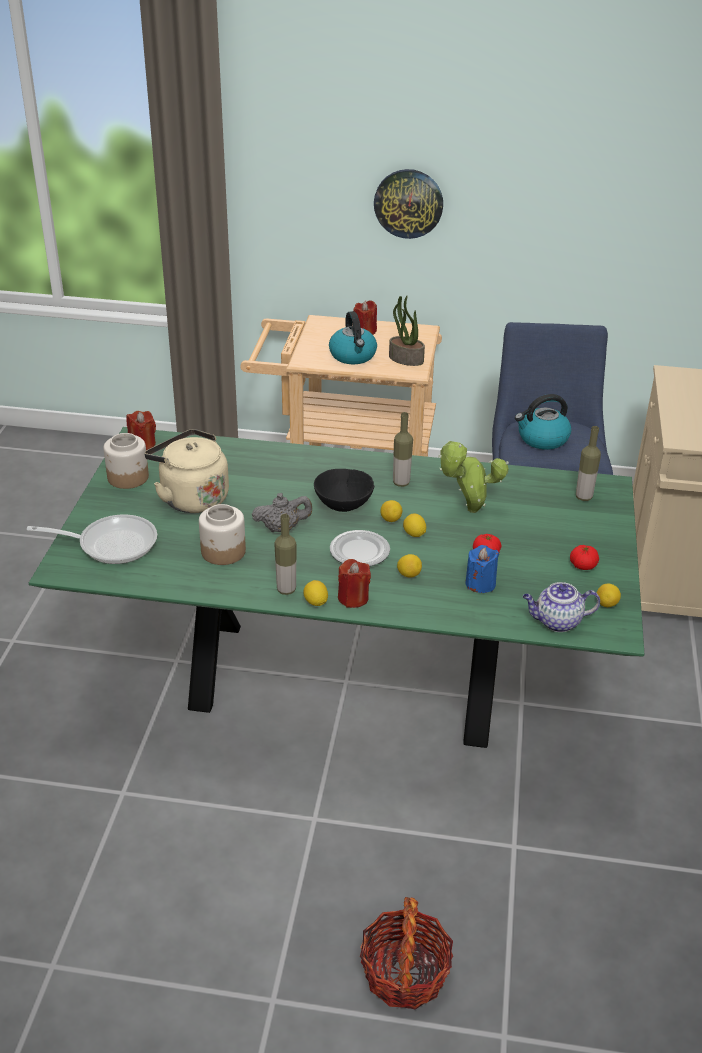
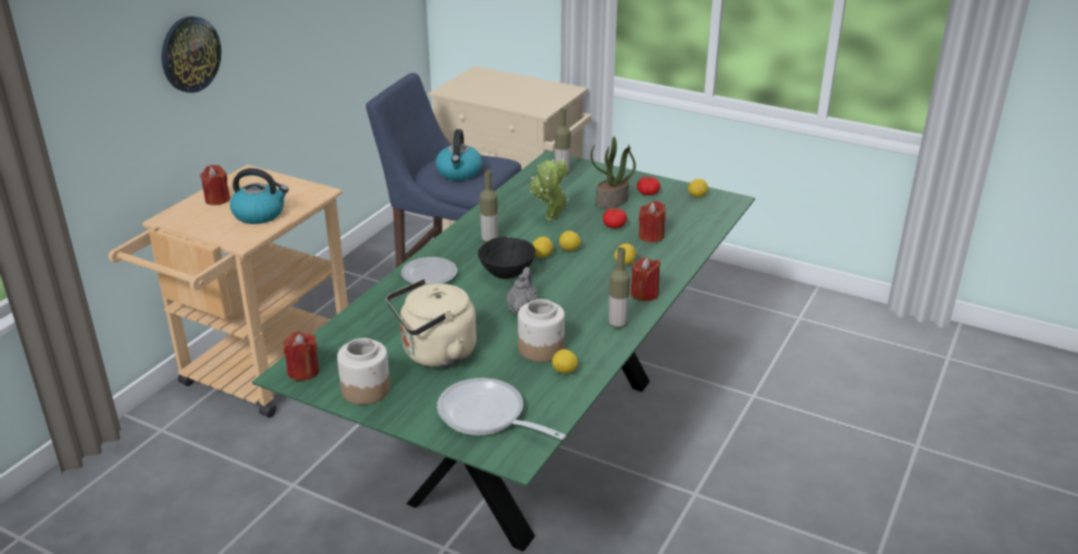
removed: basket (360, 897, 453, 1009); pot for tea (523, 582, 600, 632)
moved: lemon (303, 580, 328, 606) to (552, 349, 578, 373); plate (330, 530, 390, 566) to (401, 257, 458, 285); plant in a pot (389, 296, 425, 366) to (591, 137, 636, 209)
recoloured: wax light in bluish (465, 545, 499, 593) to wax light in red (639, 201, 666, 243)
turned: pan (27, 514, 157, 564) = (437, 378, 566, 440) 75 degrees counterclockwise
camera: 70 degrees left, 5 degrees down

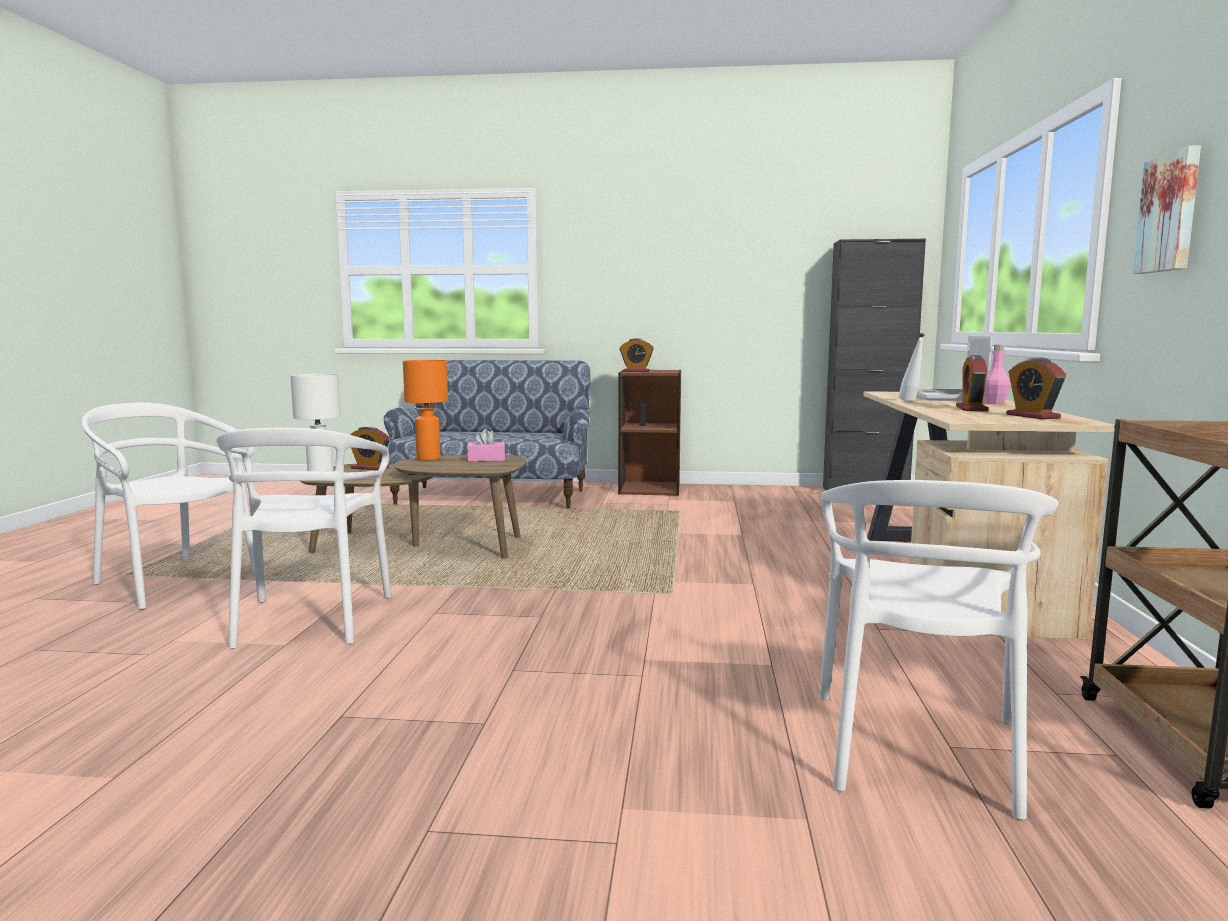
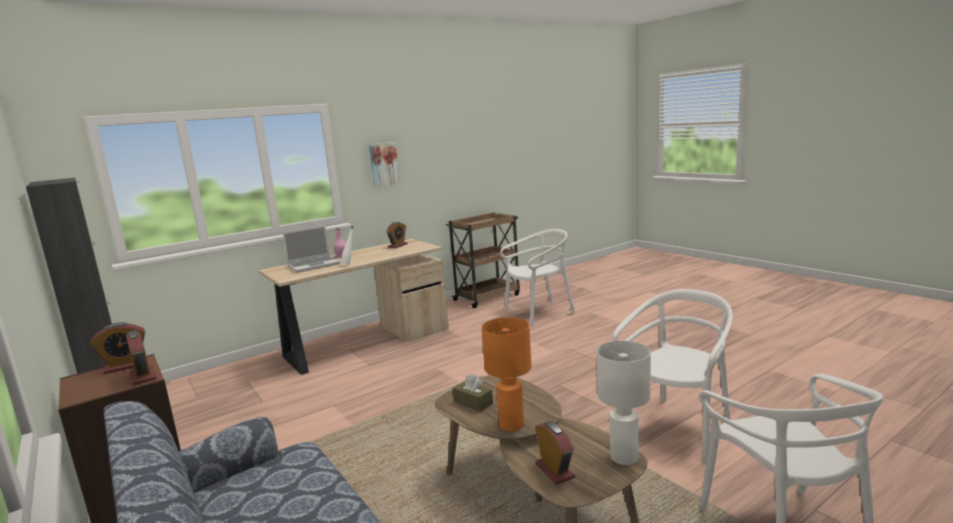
moved: table clock (956, 355, 989, 411) to (90, 322, 145, 374)
recoloured: tissue box in pinkish (467, 429, 505, 462) to tissue box in brown-coloured (453, 374, 493, 412)
camera: 130 degrees left, 5 degrees up

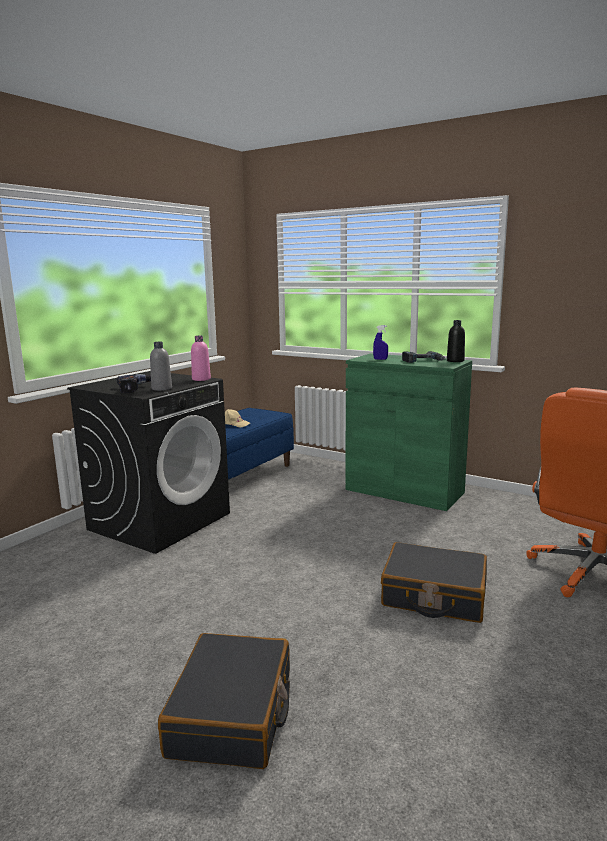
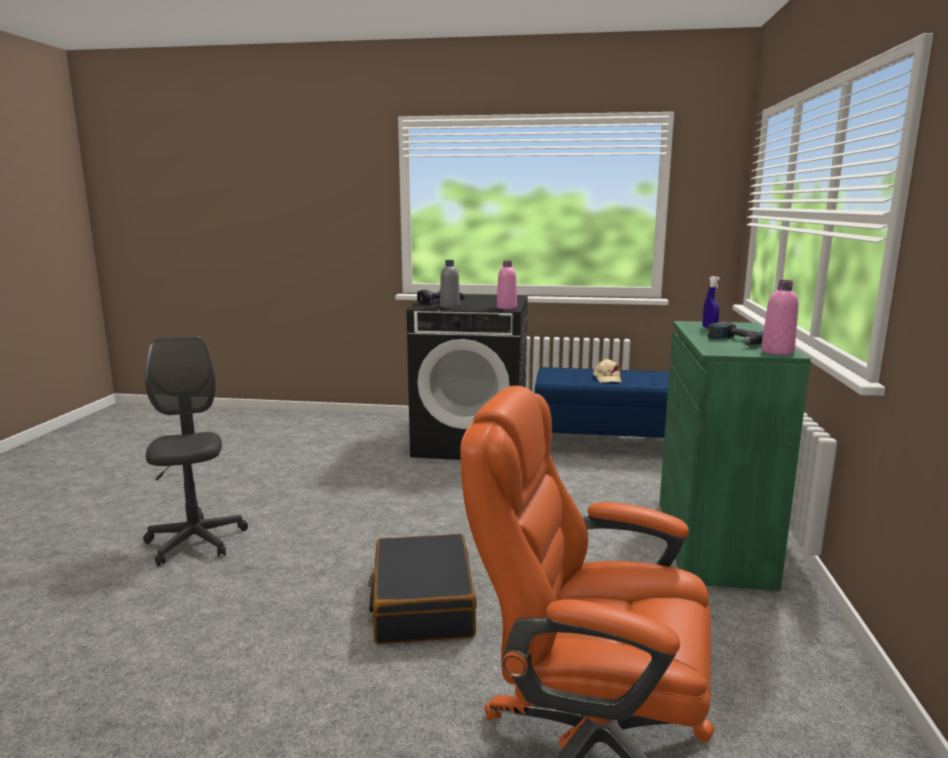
replaced: travel case in black-coloured (158, 633, 290, 769) to office chair in greyish (143, 336, 248, 566)
recoloured: drink bottle in black-coloured (447, 320, 465, 362) to drink bottle in pinkish (761, 280, 799, 355)
camera: 65 degrees right, 0 degrees up

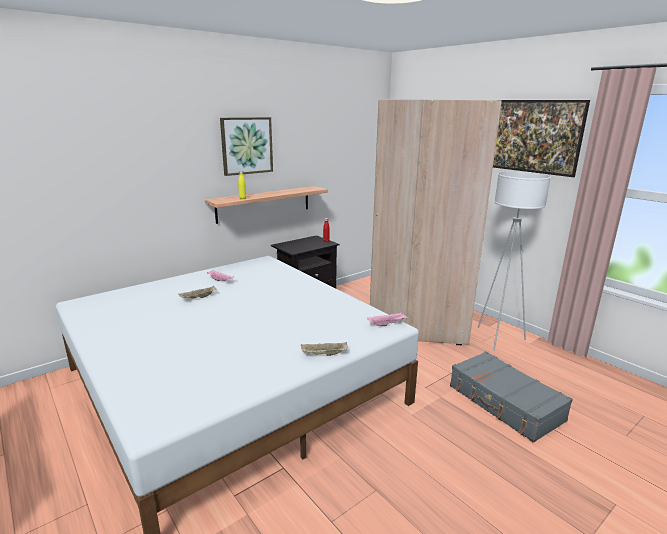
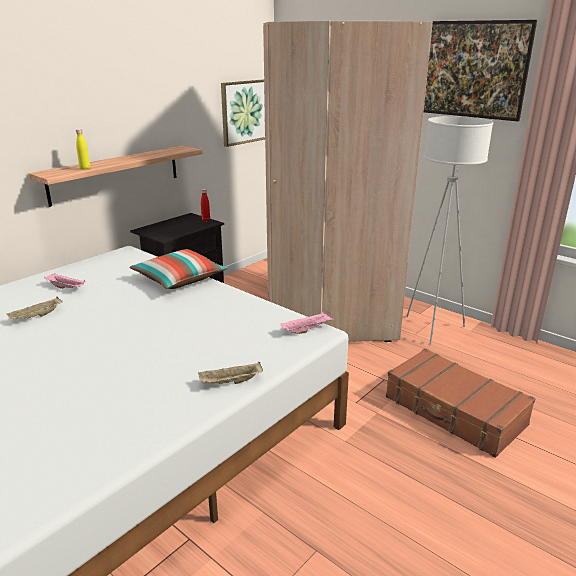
added: throw pillow (129, 249, 227, 289)
moved: wall picture (220, 117, 273, 176) to (221, 79, 265, 147)
recoloured: travel case in greyish (450, 351, 573, 443) to travel case in brown-coloured (386, 348, 535, 458)
camera: 10 degrees left, 5 degrees up

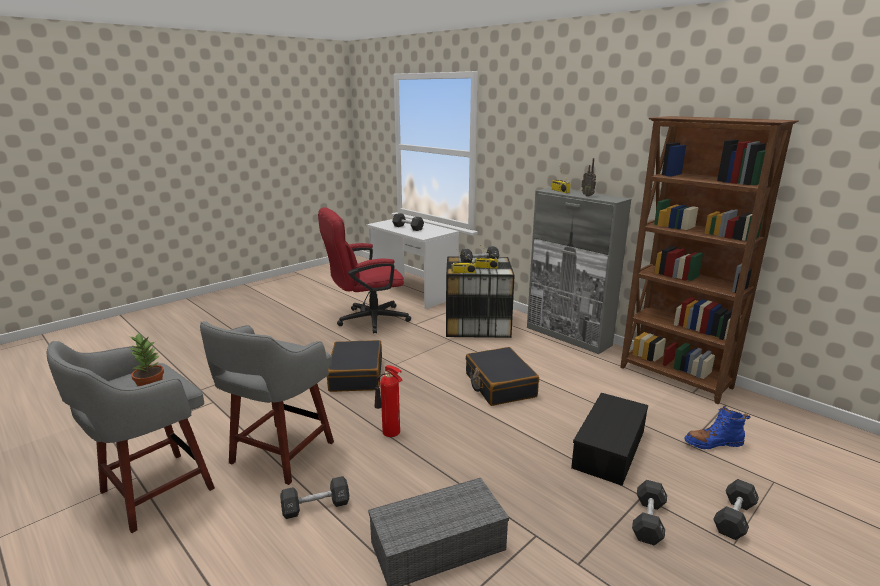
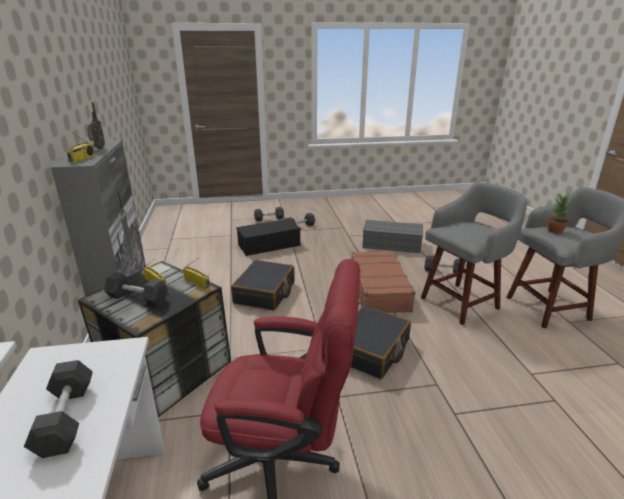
removed: bookcase in brown-coloured (620, 116, 799, 404); tall boot in bluish (684, 406, 750, 449)
replaced: extinguisher (374, 365, 403, 437) to travel case in brown-coloured (351, 251, 416, 313)
camera: 145 degrees left, 5 degrees up

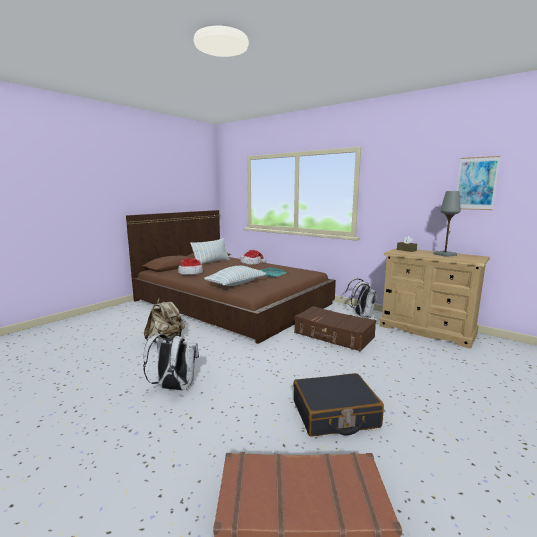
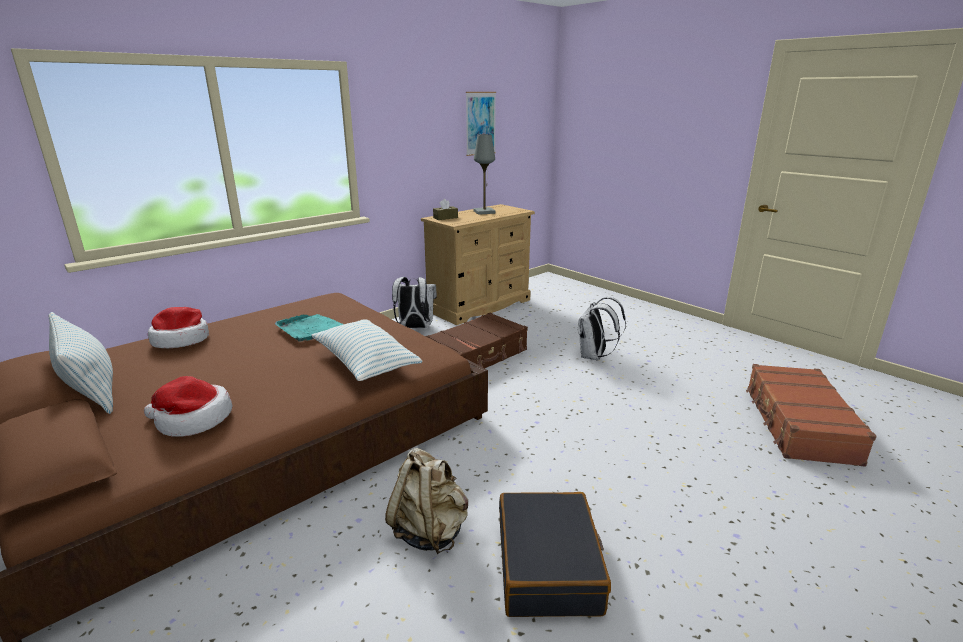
moved: rucksack in white (143, 334, 199, 391) to (578, 297, 626, 361); travel case in black-coloured (293, 373, 384, 437) to (499, 492, 611, 617)
camera: 80 degrees left, 10 degrees up

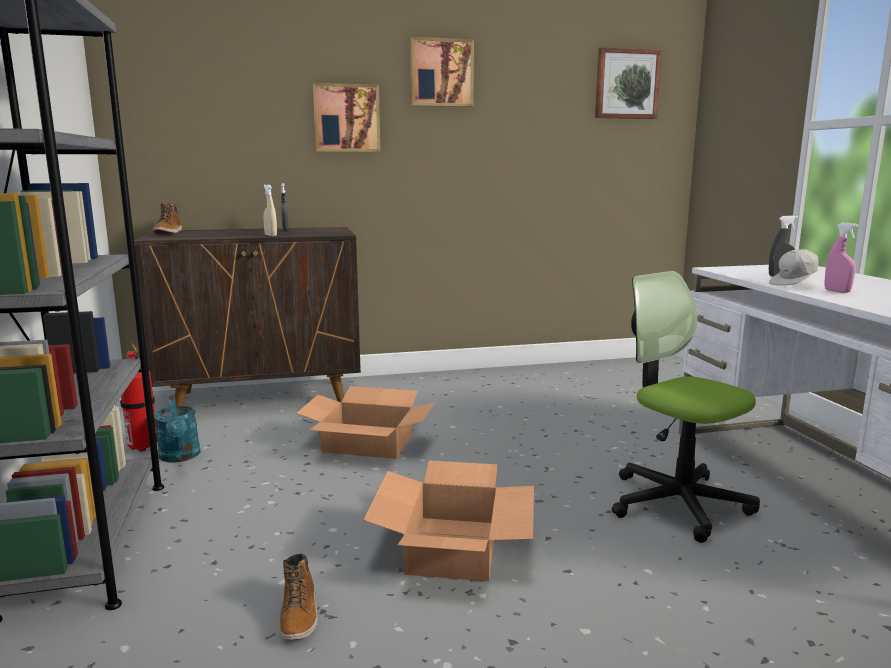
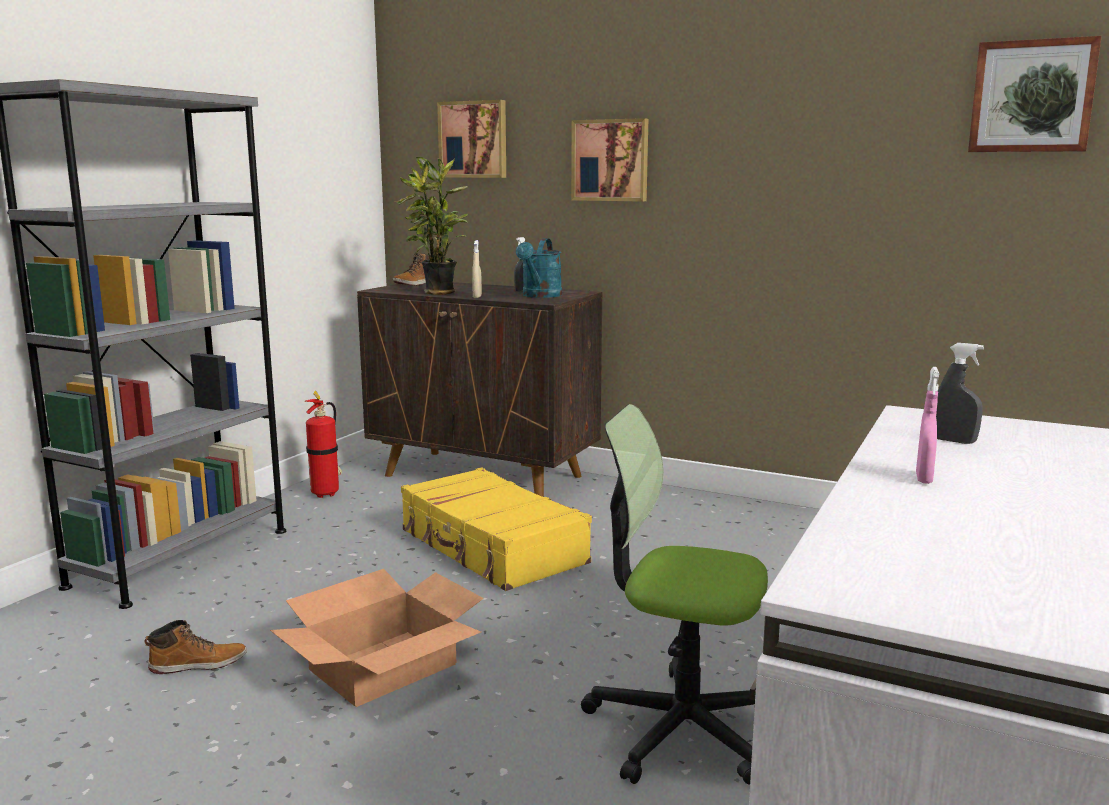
removed: cap in white (769, 249, 819, 286)
added: plant in a pot (395, 157, 469, 295)
moved: watering pot in blue-green (154, 395, 201, 462) to (516, 238, 562, 298); wall picture (410, 37, 474, 107) to (437, 100, 506, 178)
replaced: cardboard box (297, 386, 435, 459) to travel case in yellowish (401, 467, 592, 591)
turned: tall boot (280, 554, 318, 640) = (144, 620, 247, 674) 135 degrees counterclockwise; office chair (612, 271, 760, 543) = (581, 404, 768, 785) 75 degrees counterclockwise
camera: 40 degrees right, 0 degrees up

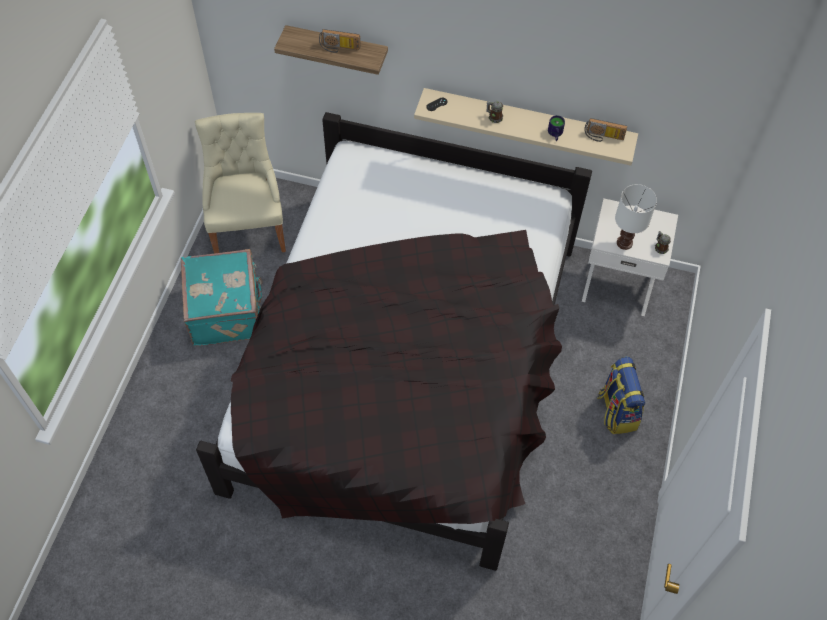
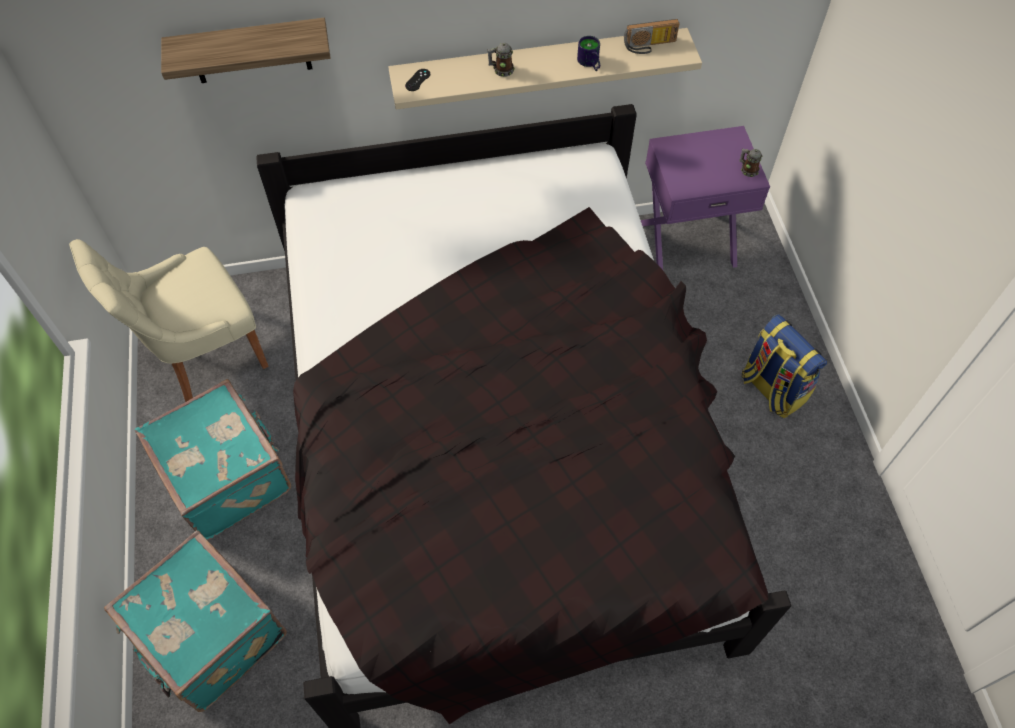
removed: radio (319, 29, 361, 53); tabletop lamp in white (615, 184, 657, 250)
added: travel case in blue-green (104, 530, 287, 712)
recoloured: night table in white (582, 198, 678, 316) to night table in purple (641, 126, 770, 270)
turned: upright chair in sand-coloured (195, 113, 286, 253) = (69, 239, 268, 402) 90 degrees counterclockwise
camera: 25 degrees left, 0 degrees up

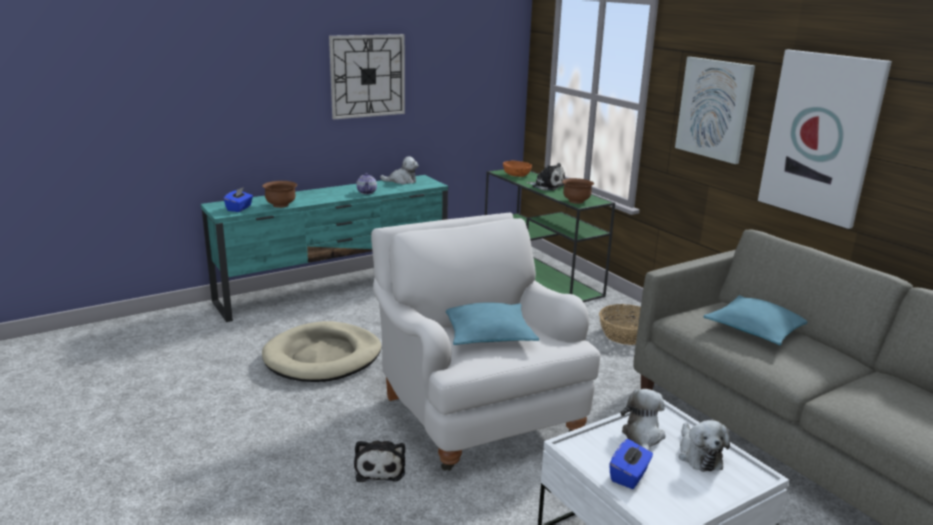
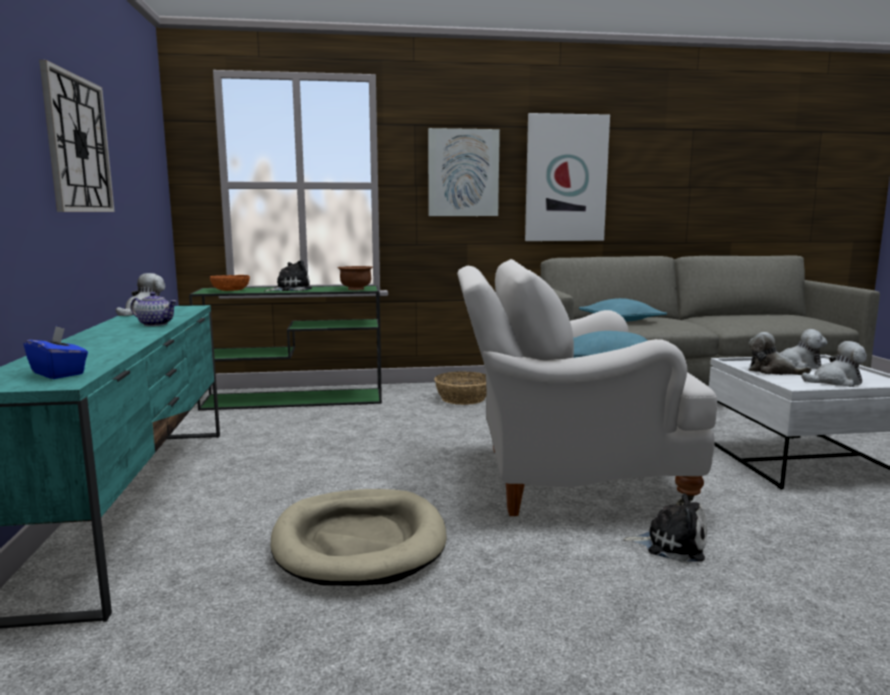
removed: bowl in brown-coloured (262, 181, 297, 208)
replaced: tissue box in bluish (609, 439, 653, 489) to soft toy (801, 341, 867, 387)
camera: 65 degrees left, 10 degrees down

